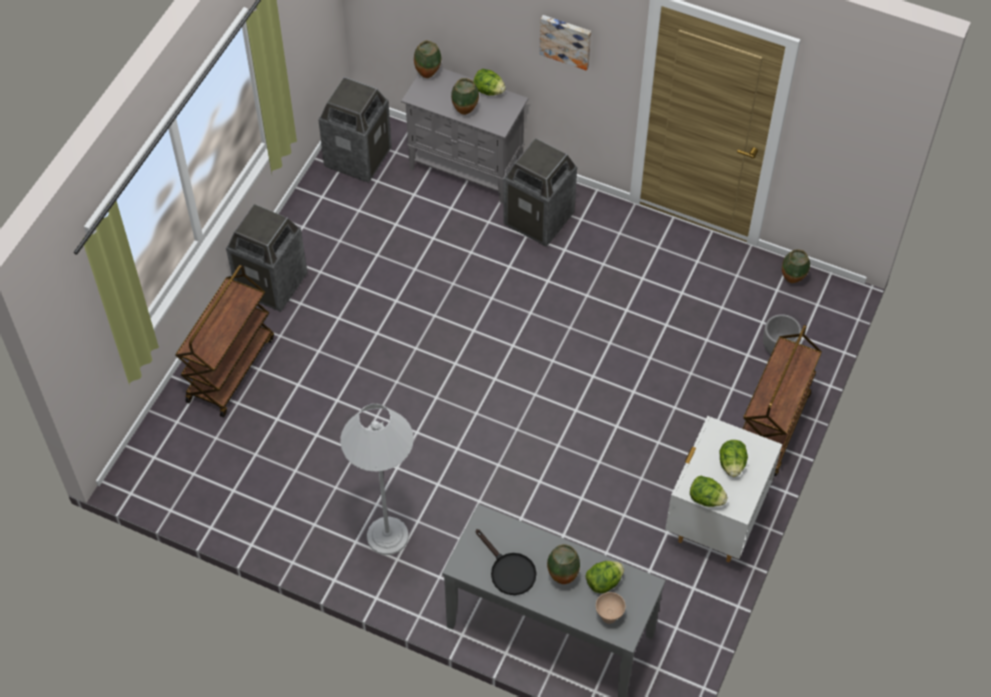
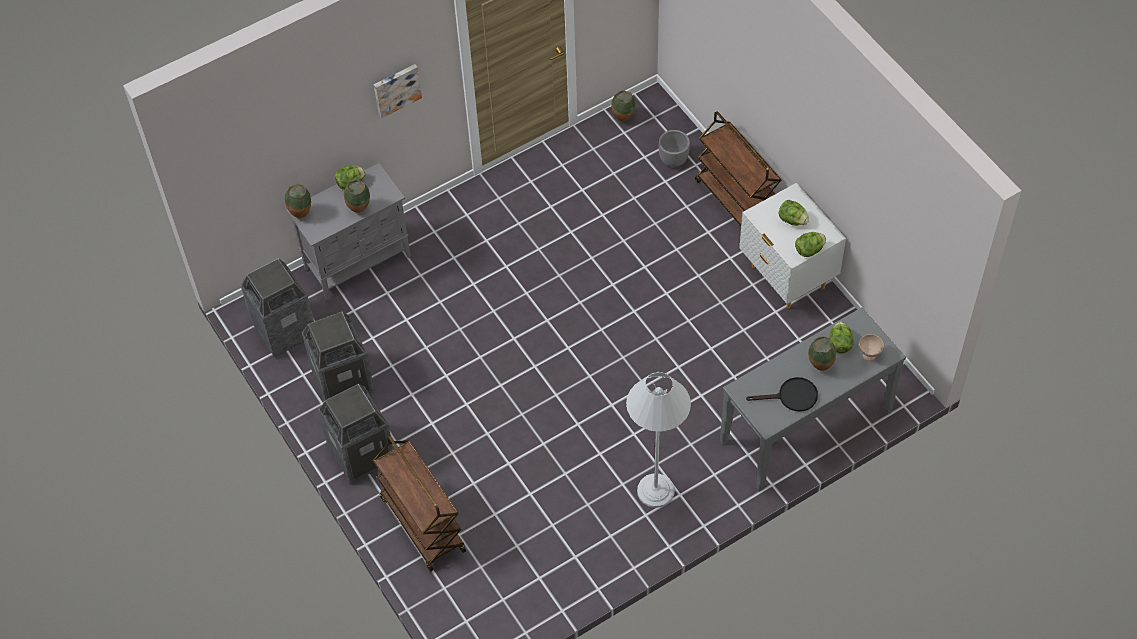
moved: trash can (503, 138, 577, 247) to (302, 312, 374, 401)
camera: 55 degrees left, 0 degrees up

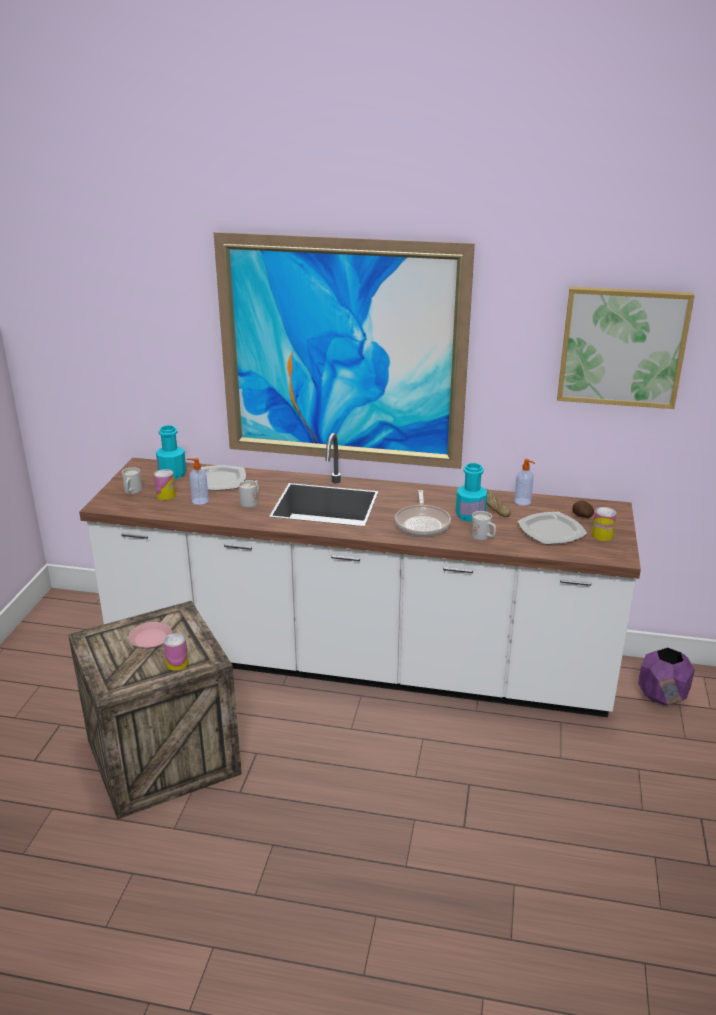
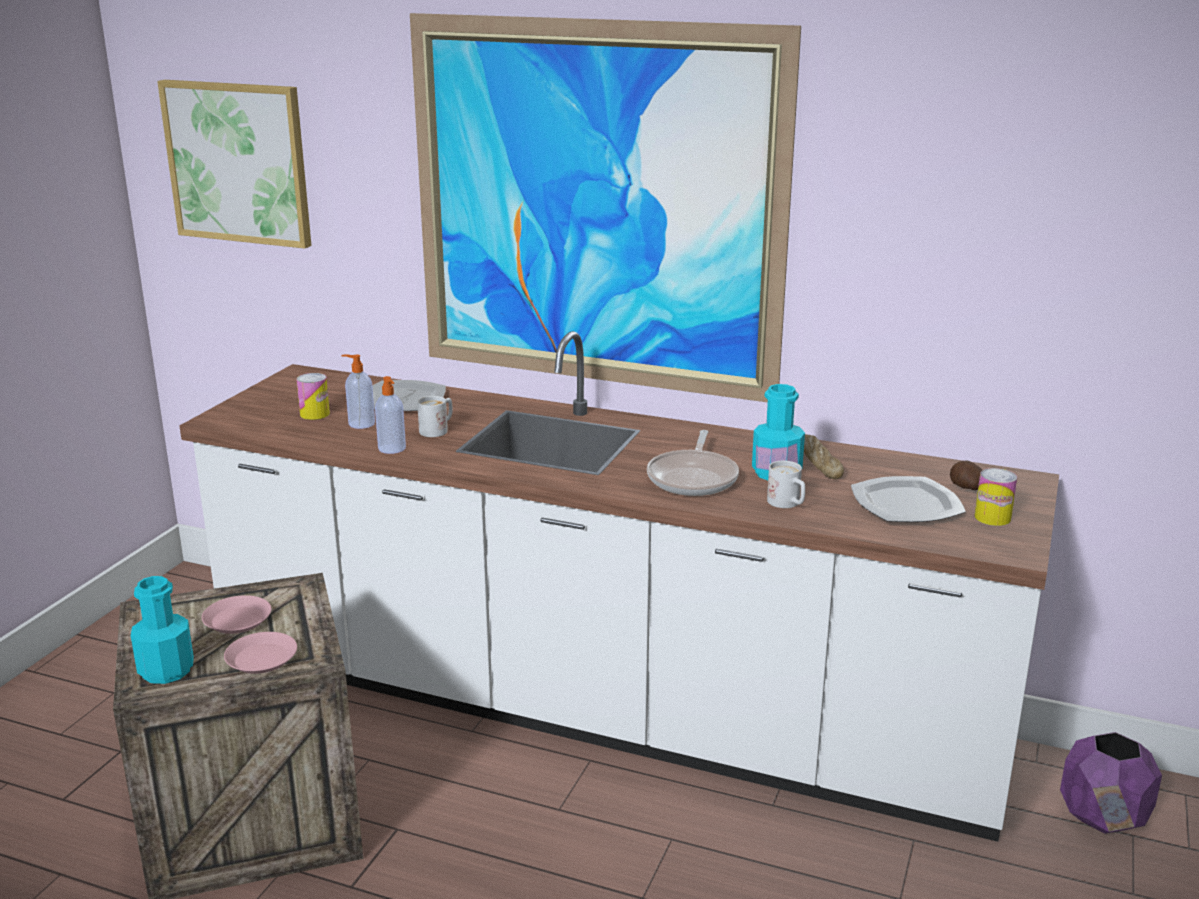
removed: tea mug in white (122, 467, 142, 494)
moved: drink bottle in blue-green (156, 425, 186, 479) to (131, 576, 194, 684); soap bottle (514, 459, 535, 505) to (375, 376, 406, 454); wall picture (557, 287, 695, 409) to (157, 80, 312, 249)
replaced: sealed can (163, 633, 188, 671) to plate in pinkish (224, 632, 297, 674)
camera: 10 degrees right, 5 degrees down

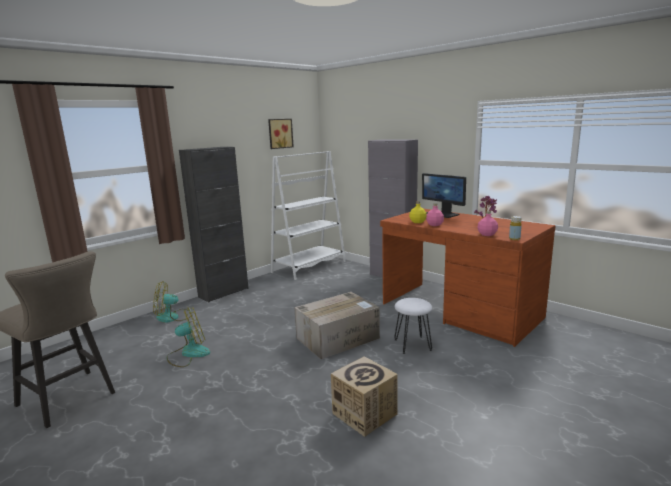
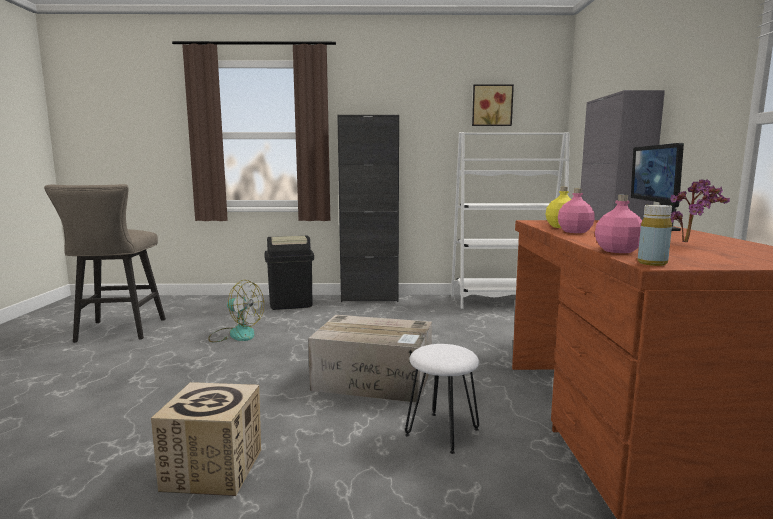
replaced: fan (153, 282, 191, 323) to trash can in black-coloured (264, 235, 314, 310)
camera: 45 degrees right, 5 degrees down

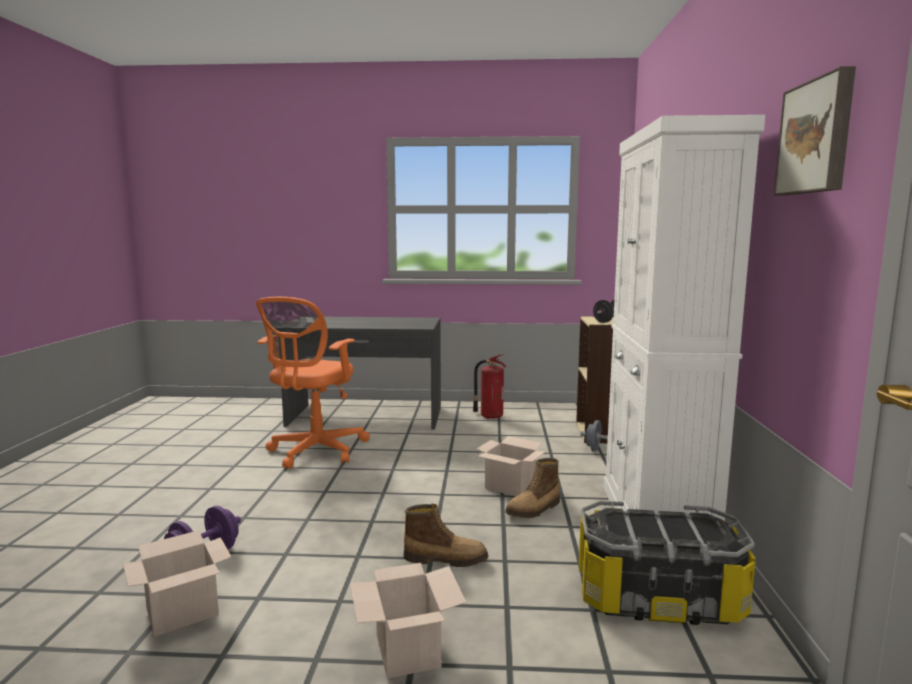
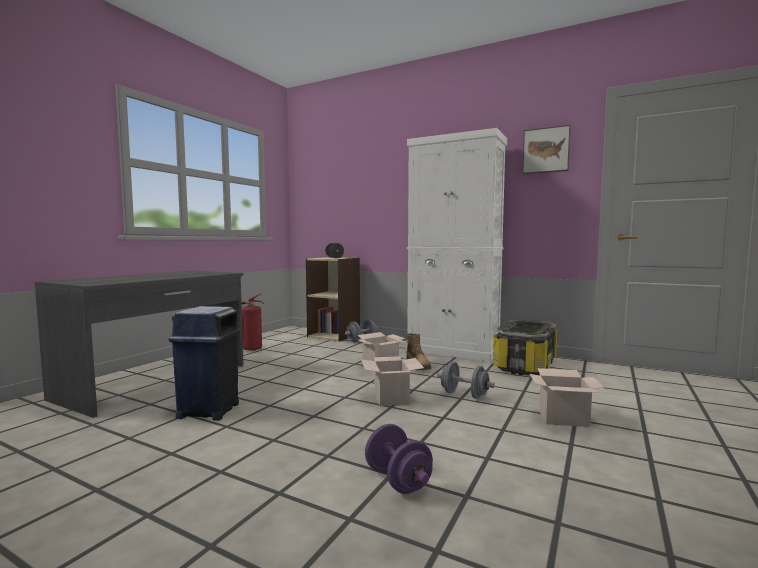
moved: cardboard box (123, 530, 231, 637) to (361, 356, 424, 406)
replaced: office chair in orangey (256, 297, 370, 469) to trash can in bluish (168, 306, 241, 421); tall boot (403, 504, 488, 567) to free weight in greyish (437, 362, 495, 399)
camera: 65 degrees left, 5 degrees down

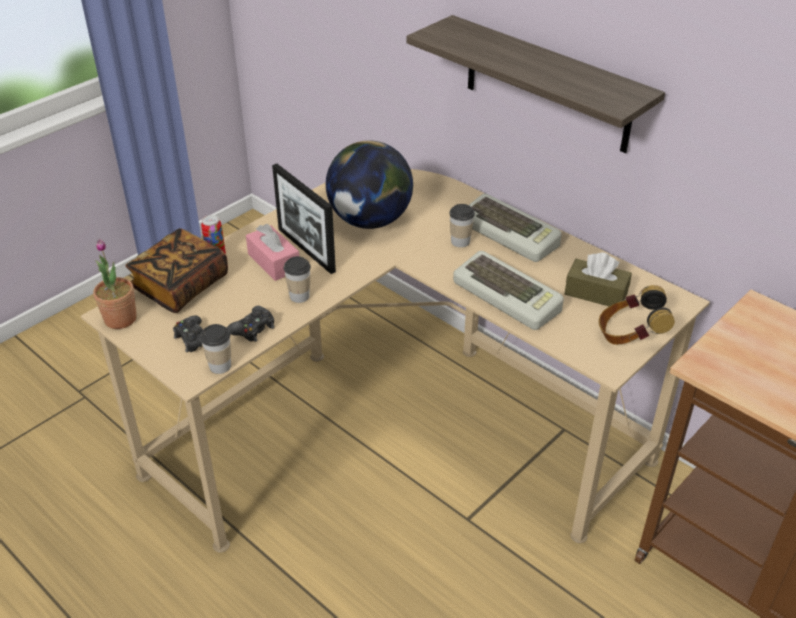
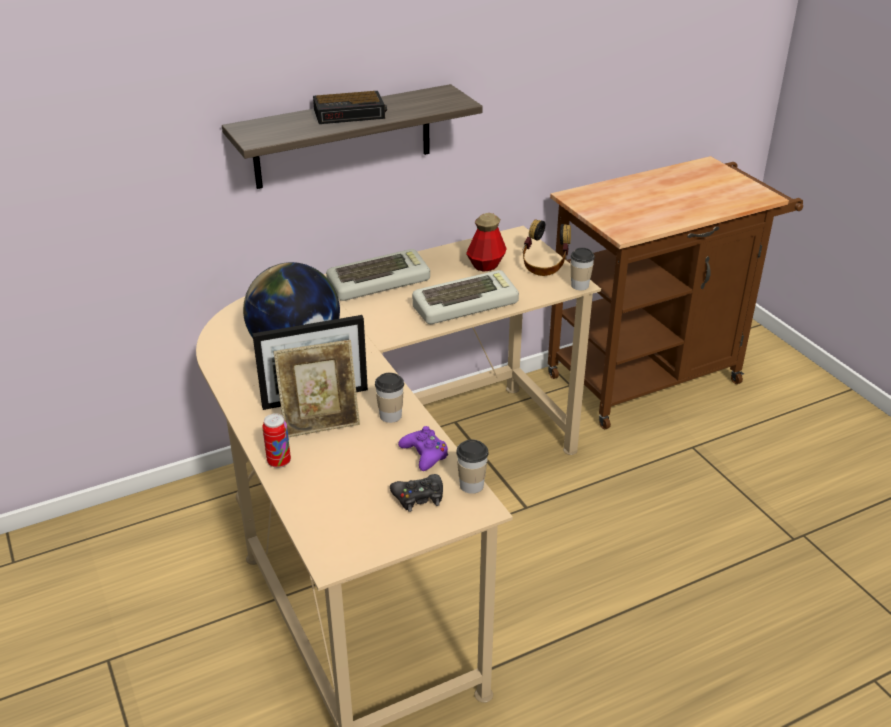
removed: plant in a pot (93, 239, 137, 329); volume (125, 228, 228, 313)
added: table clock (313, 91, 387, 124)
moved: cup (449, 204, 475, 247) to (570, 248, 595, 290)
replaced: tissue box in pinkish (246, 224, 299, 281) to photo frame (273, 340, 360, 438); tissue box in brown-coloured (565, 252, 632, 306) to drink bottle (466, 213, 507, 272)
recoloured: joypad in black-coloured (227, 306, 275, 342) to joypad in purple (398, 426, 448, 471)
camera: 70 degrees left, 5 degrees down

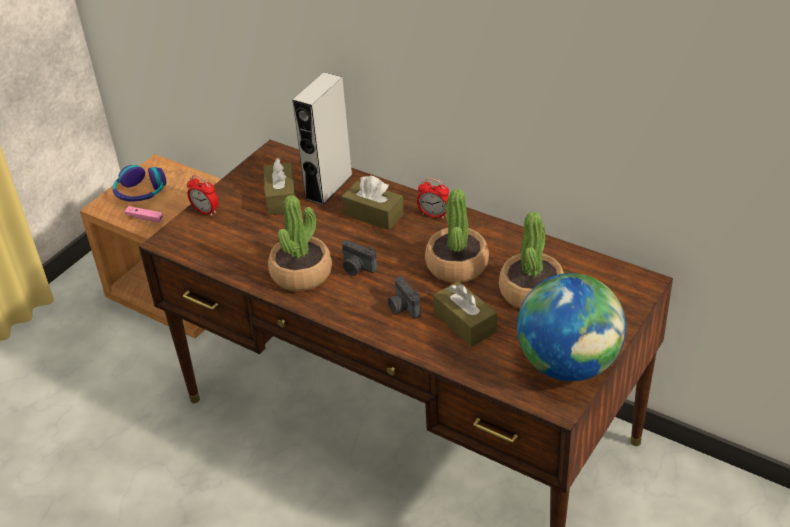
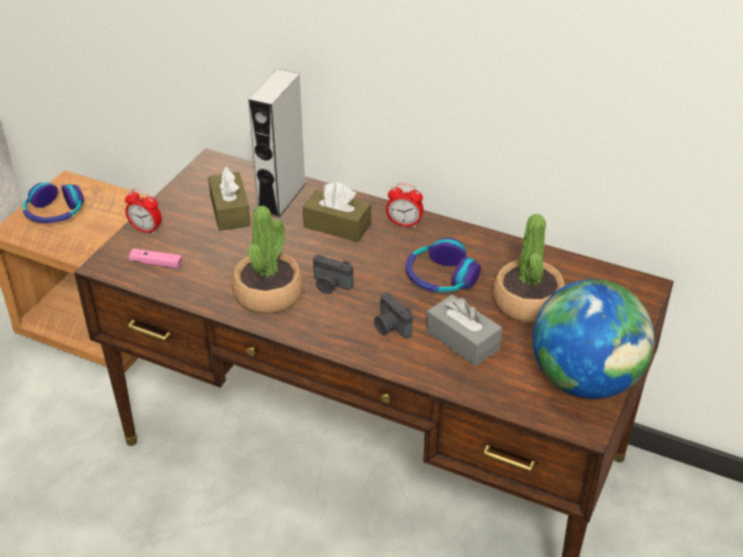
moved: joypad in pinkish (124, 206, 163, 223) to (129, 248, 182, 269)
replaced: plant in a pot (425, 189, 489, 283) to headphones (406, 238, 481, 292)
recoloured: tissue box in brown-coloured (433, 281, 497, 347) to tissue box in greyish (426, 295, 502, 366)
camera: 10 degrees left, 0 degrees up

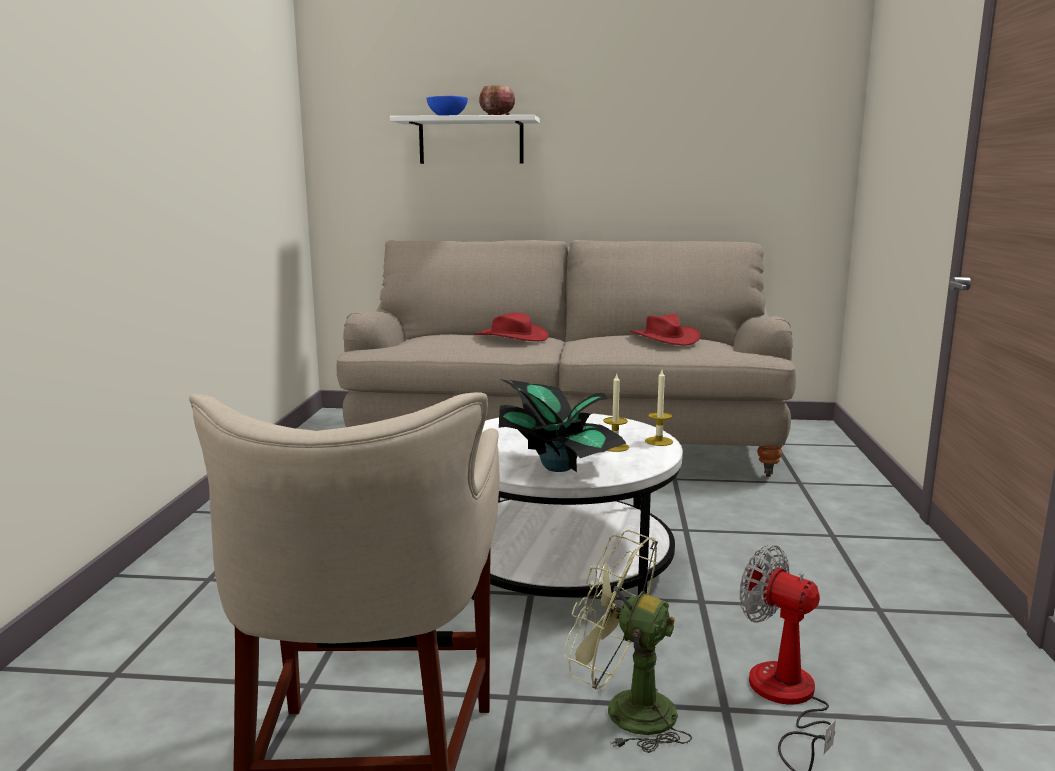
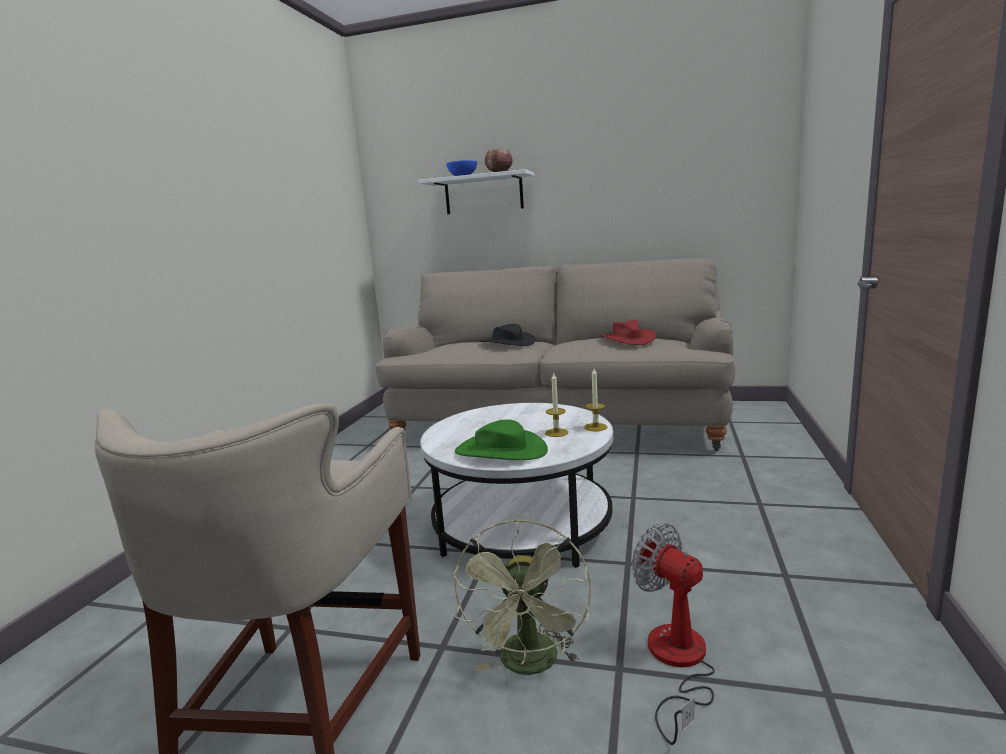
replaced: plant in a pot (499, 379, 626, 472) to clothing hat in greenish (455, 419, 548, 460)
recoloured: clothing hat in red (475, 313, 549, 341) to clothing hat in black-coloured (480, 324, 536, 346)
turned: fan in greenish (564, 530, 692, 753) = (453, 519, 592, 675) 120 degrees counterclockwise
camera: 10 degrees right, 0 degrees up

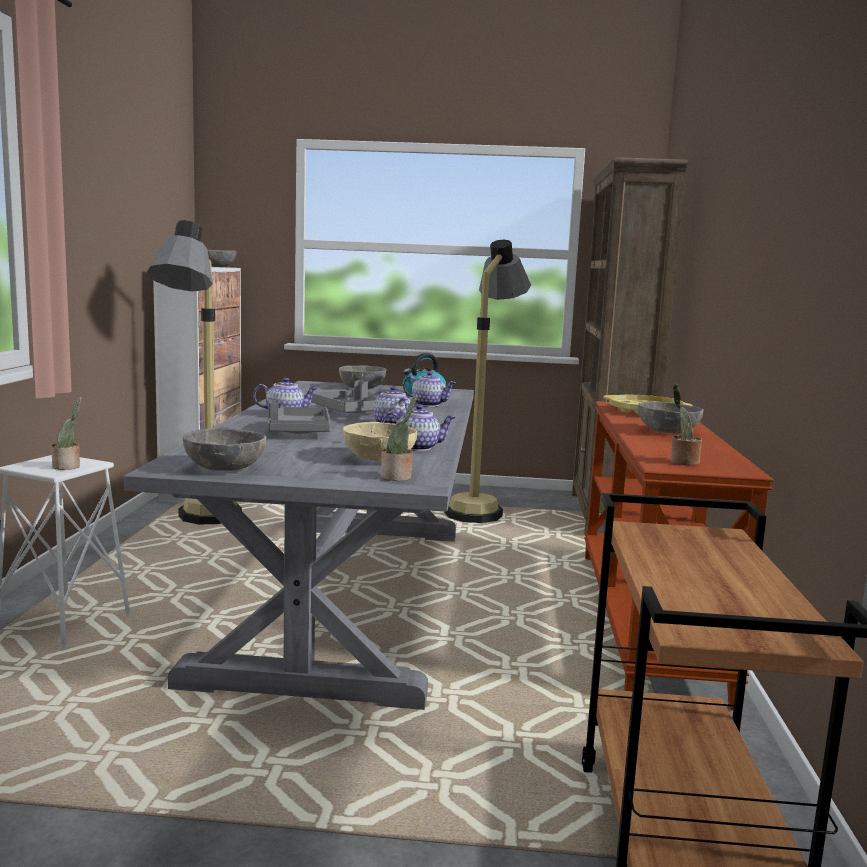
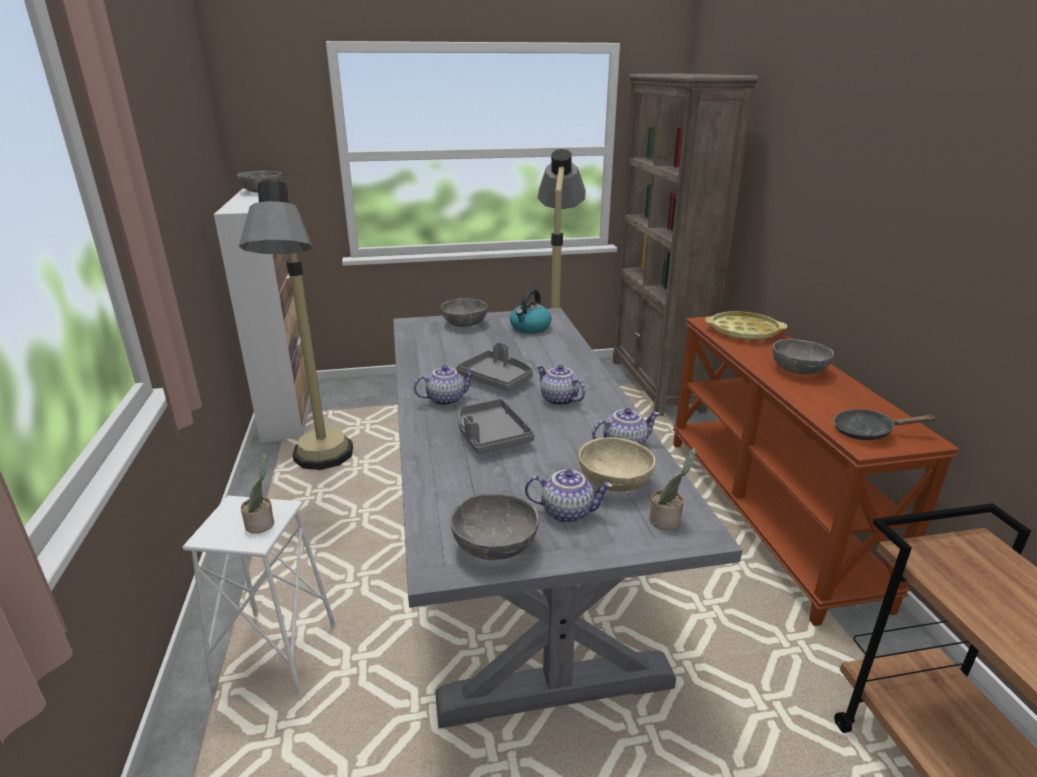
moved: pot for tea (403, 371, 456, 407) to (525, 470, 613, 523)
replaced: plant in a pot (670, 384, 702, 466) to pan in black-coloured (834, 409, 937, 440)
camera: 15 degrees left, 15 degrees up

